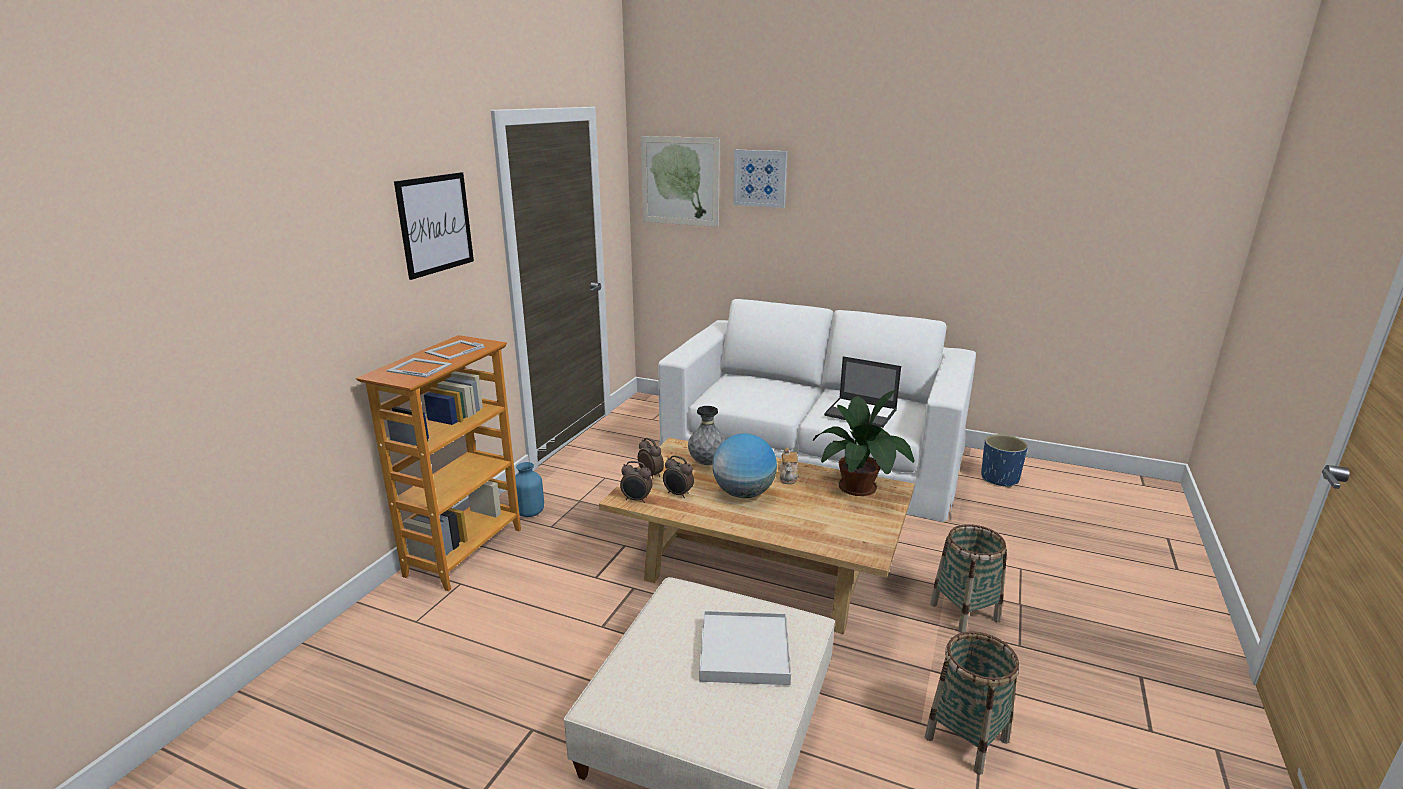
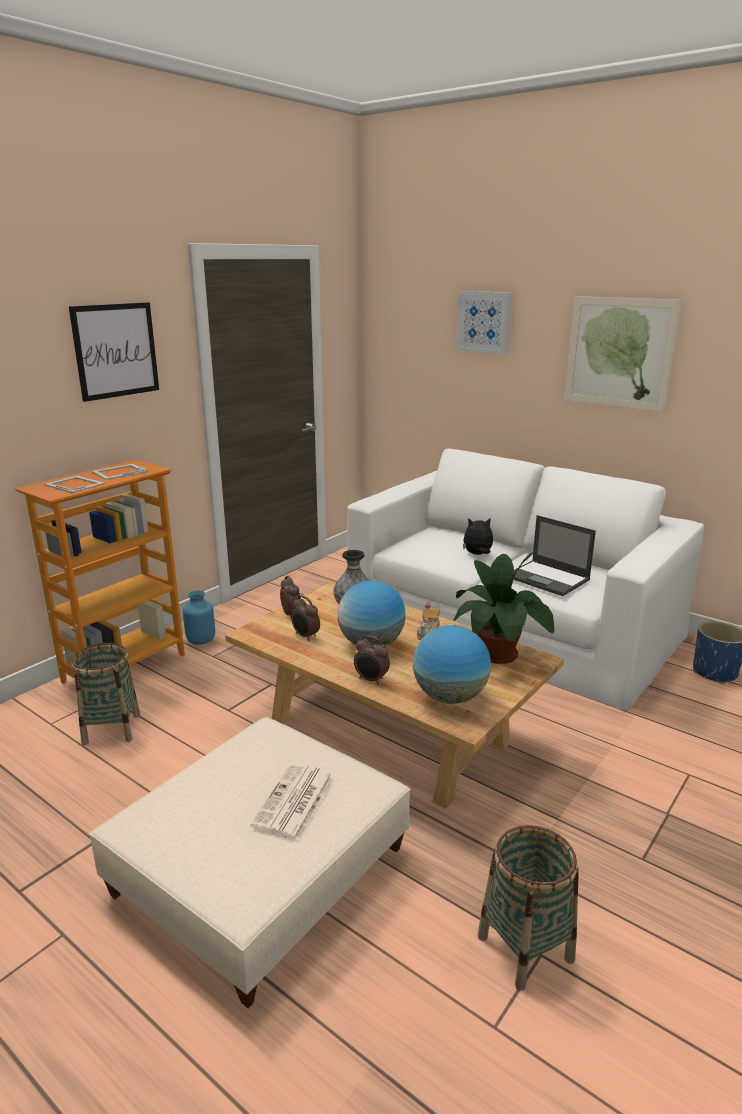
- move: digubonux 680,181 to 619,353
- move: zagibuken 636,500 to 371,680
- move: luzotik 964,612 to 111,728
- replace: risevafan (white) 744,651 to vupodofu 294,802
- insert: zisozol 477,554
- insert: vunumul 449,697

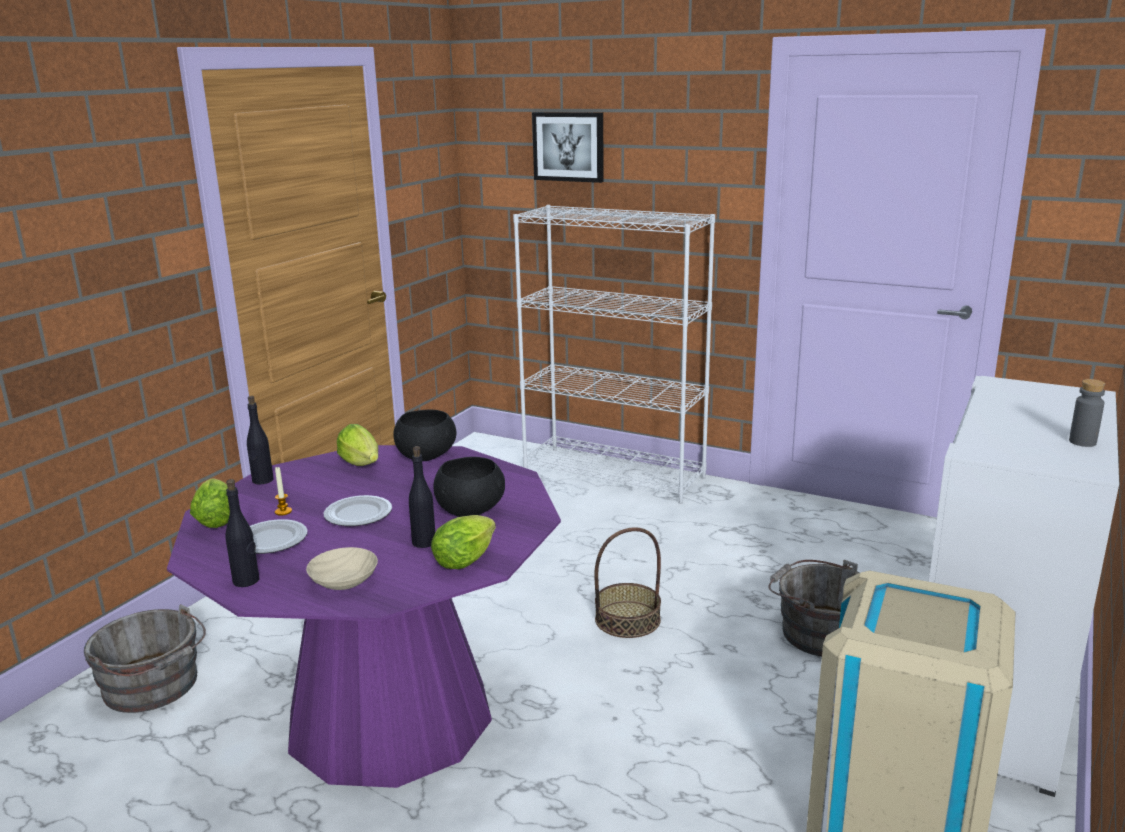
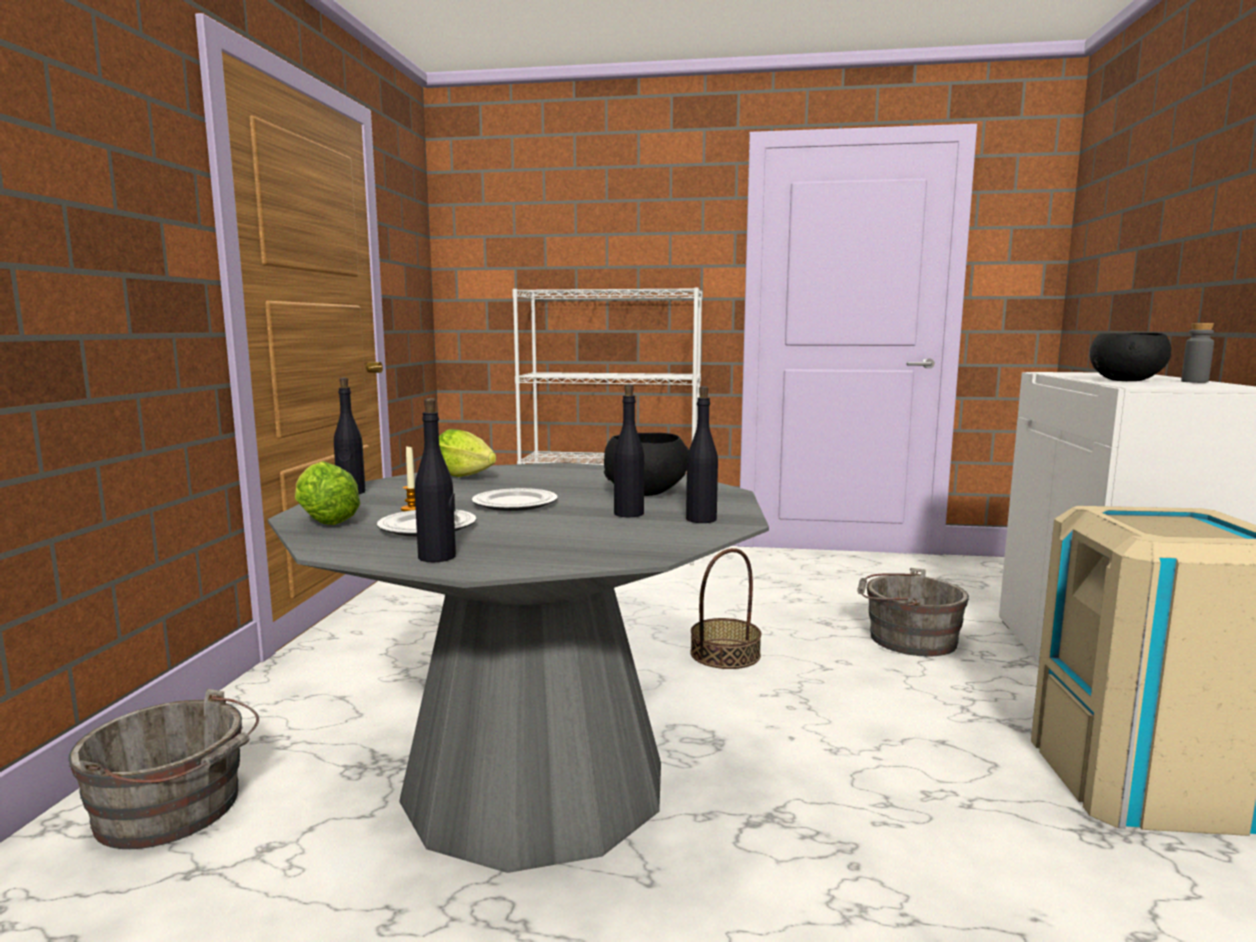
- delete: digubonux 569,146
- move: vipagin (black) 427,456 to 1126,381
- recolor: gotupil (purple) 390,716 to gotupil (grey) 536,782
- replace: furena 467,559 to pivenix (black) 701,519
- delete: vipagin (beige) 345,579

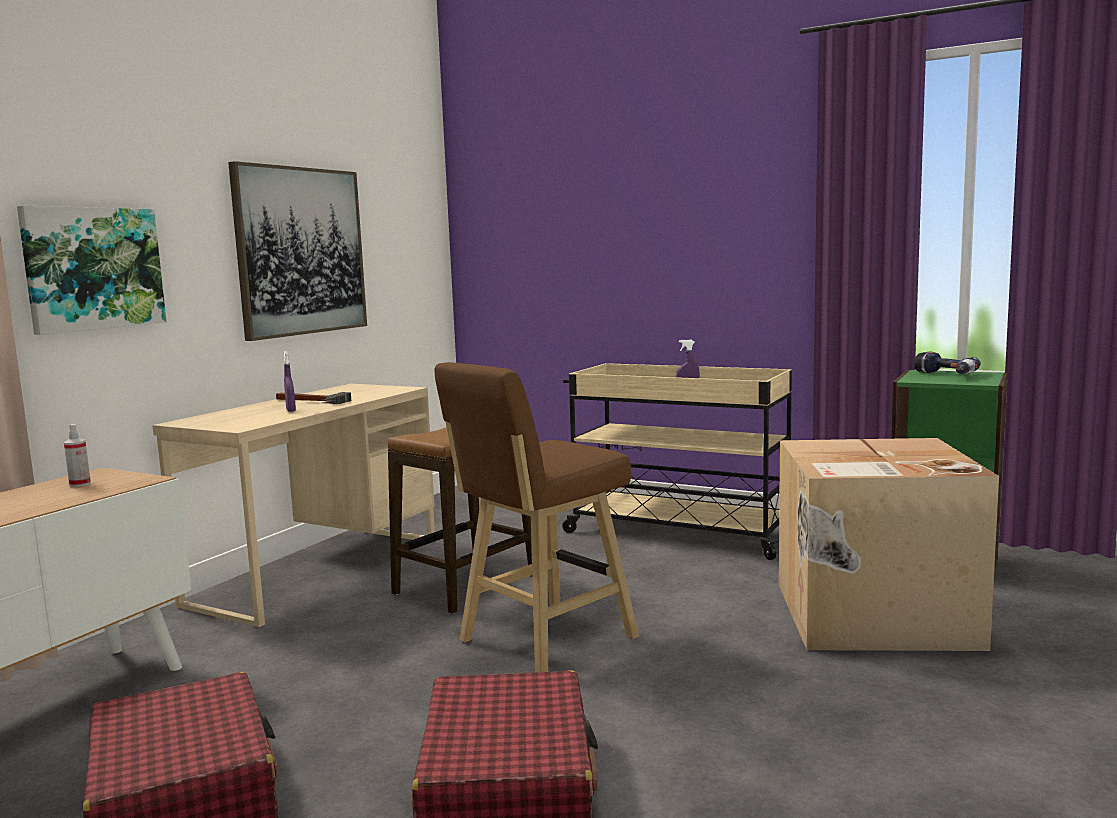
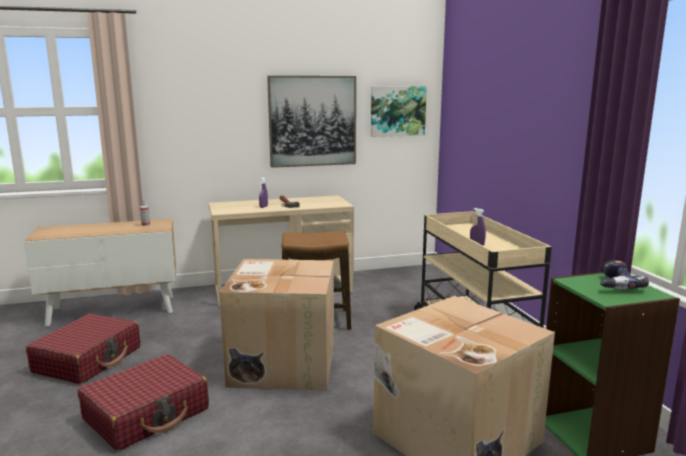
- move: digubonux 93,268 to 397,111
- replace: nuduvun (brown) 541,642 to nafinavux 282,363

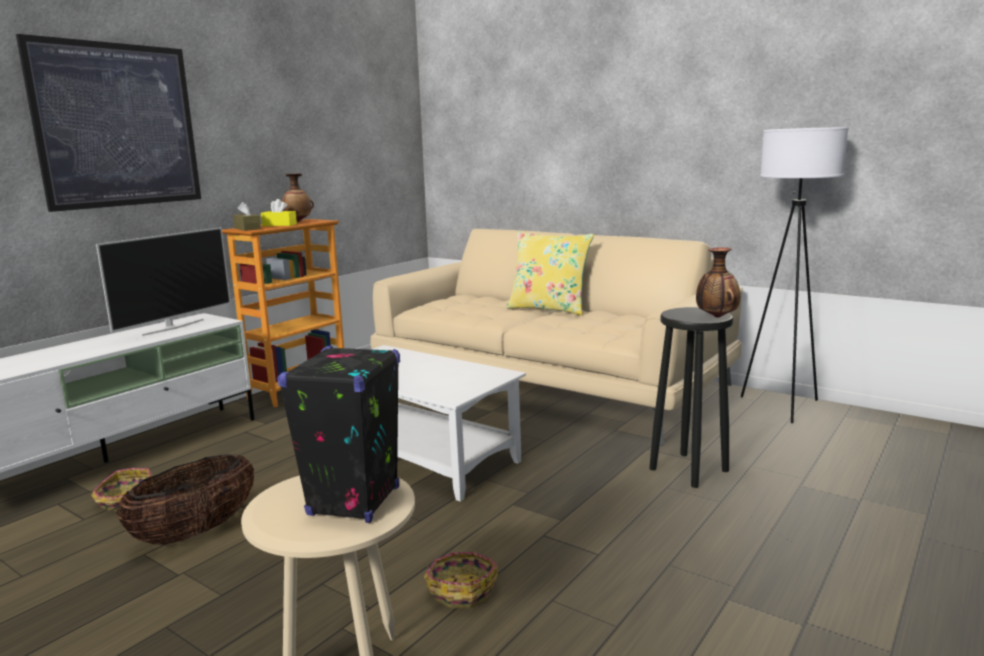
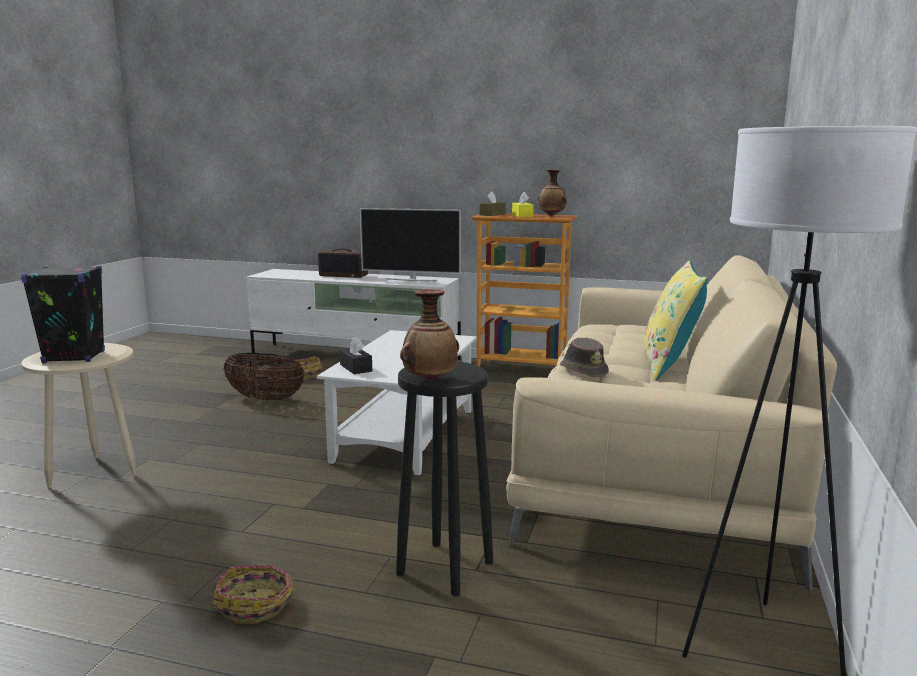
- delete: digubonux 117,125
- move: luzotik 461,589 to 256,604
- insert: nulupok 344,275
- insert: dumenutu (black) 356,368
- insert: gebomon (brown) 583,370

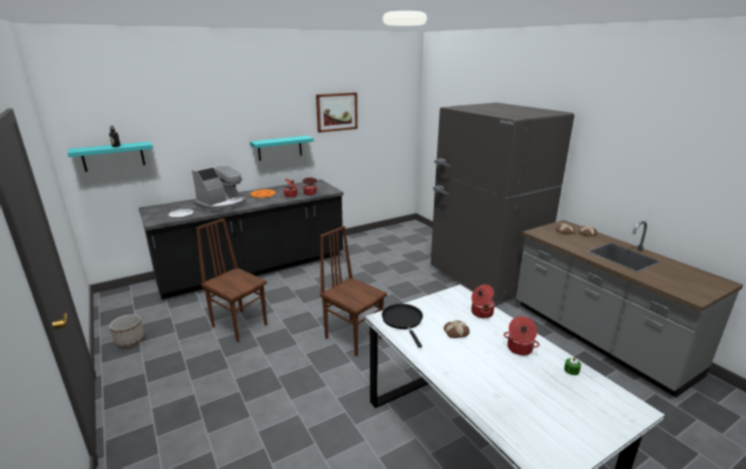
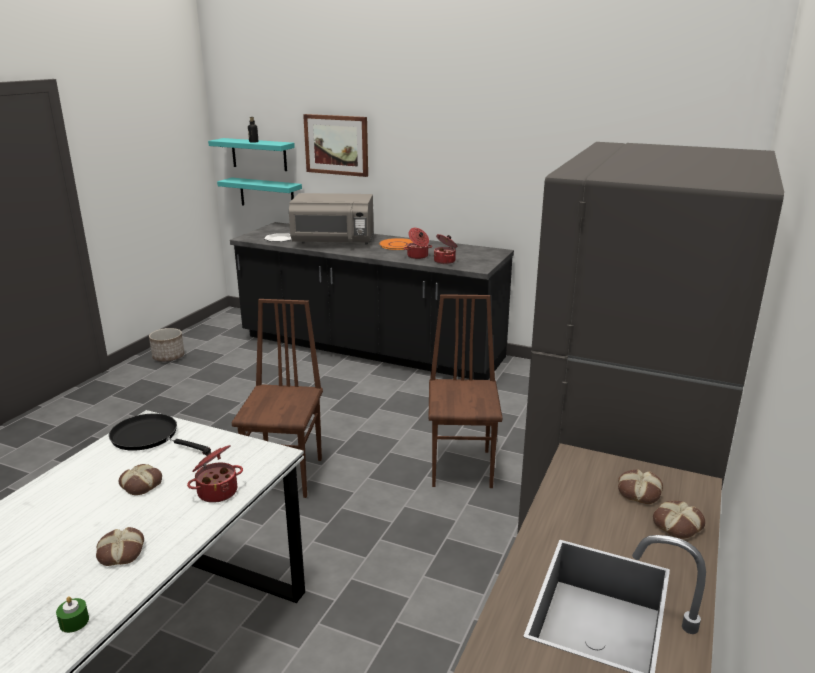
- move: digubonux 336,112 to 336,145
- move: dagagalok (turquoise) 280,148 to 267,194
- replace: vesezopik 222,204 to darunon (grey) 333,242
- move: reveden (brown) 240,325 to 462,467
- rotate: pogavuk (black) 403,321 = 149,437 105 degrees counterclockwise
- replace: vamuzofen 519,349 to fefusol 120,552

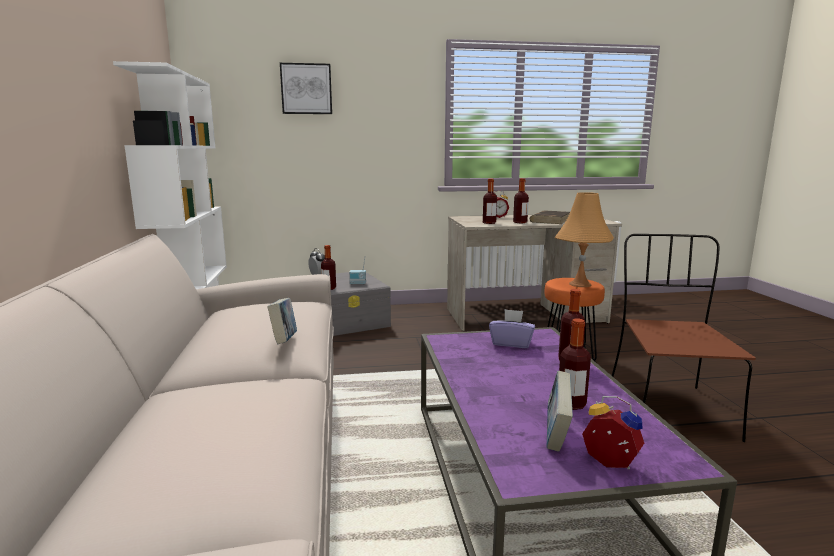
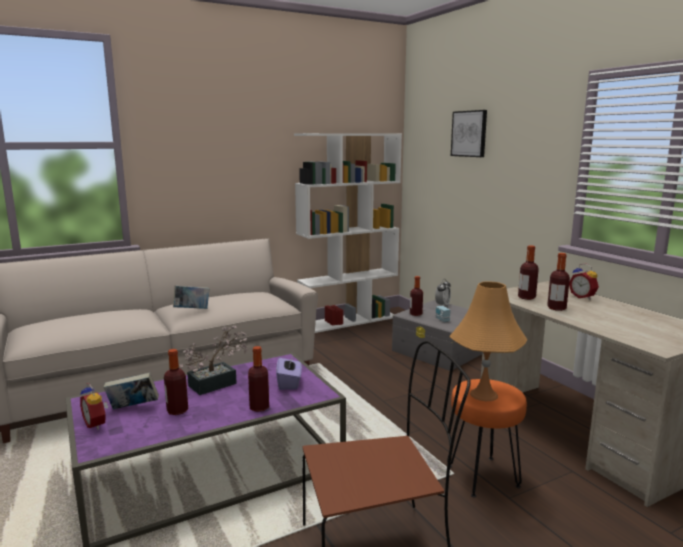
- delete: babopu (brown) 550,220
- rotate: zagibuken 608,464 = 97,424 120 degrees clockwise
- insert: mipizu 218,383

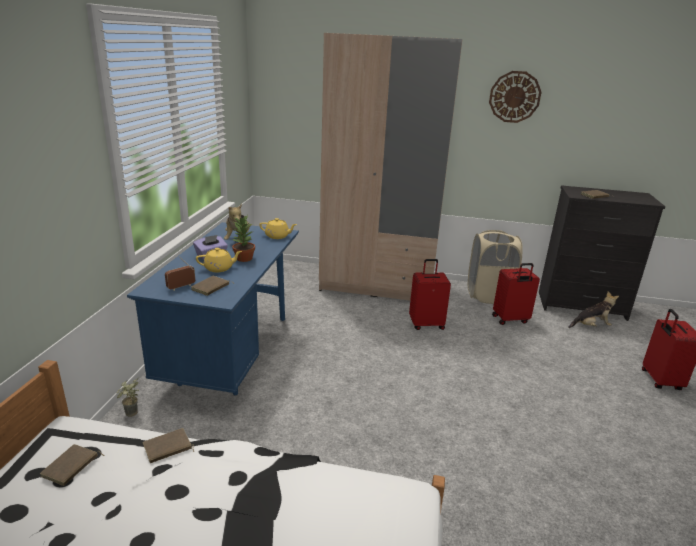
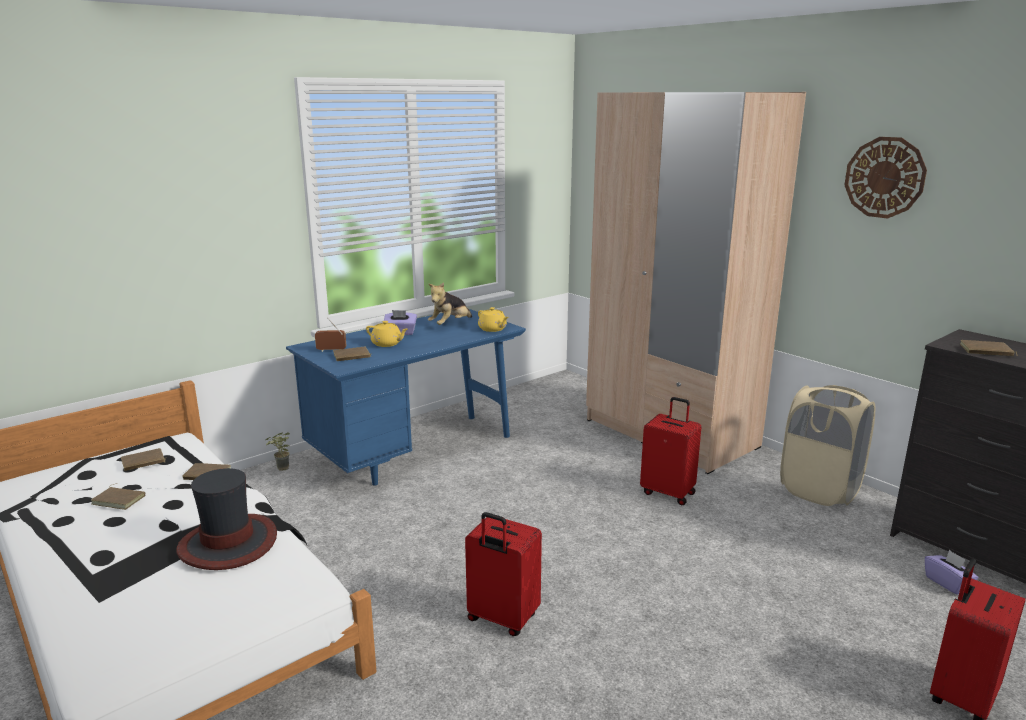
- delete: mipizu 243,258
- move: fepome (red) 510,320 to 502,619
- replace: zisozol 591,326 to dumenutu (purple) 947,583
- insert: gebomon 228,543
- insert: babopu (brown) 120,499

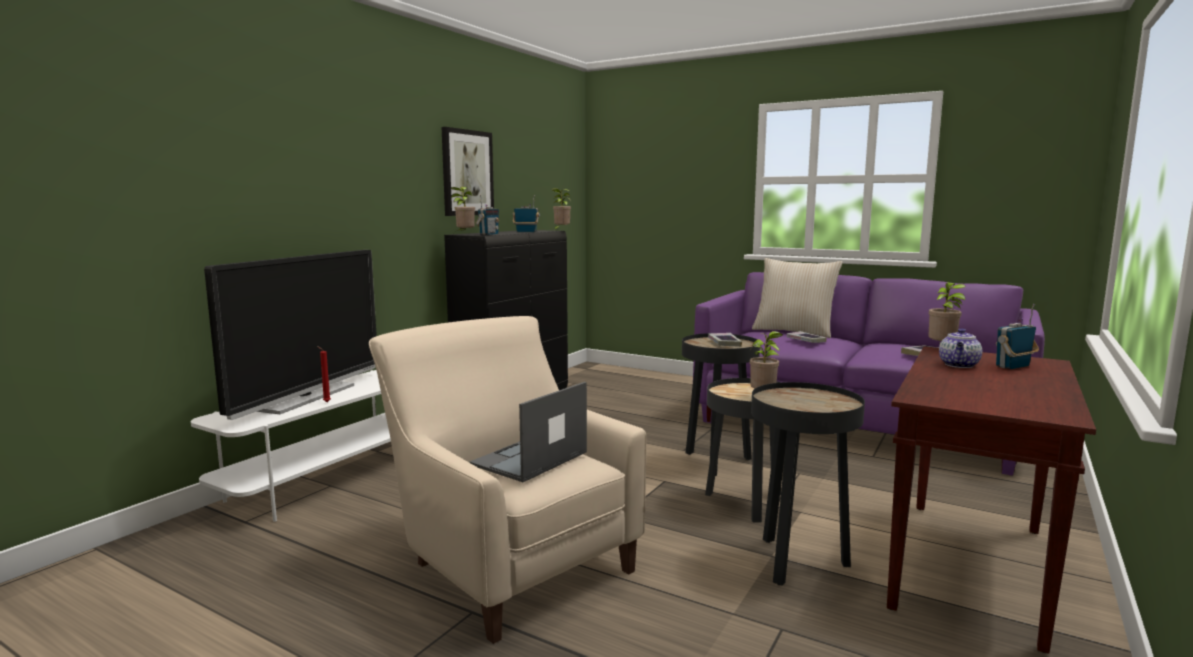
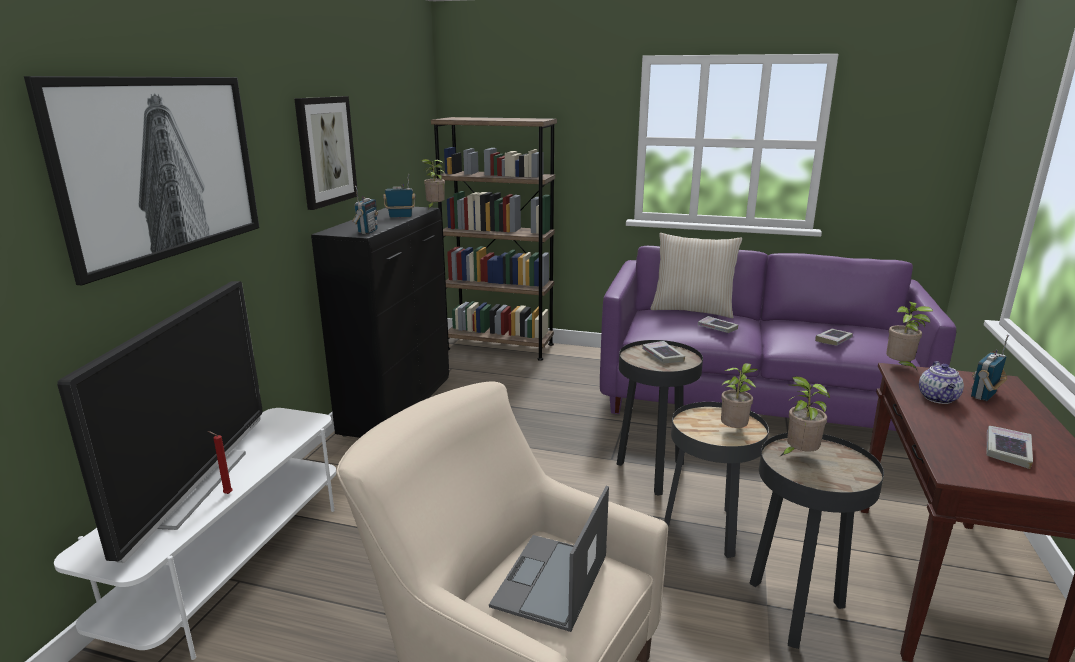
- move: mipizu 464,234 to 798,455
- insert: digubonux 161,168
- insert: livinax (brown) 499,346
- insert: babopu 1007,450

